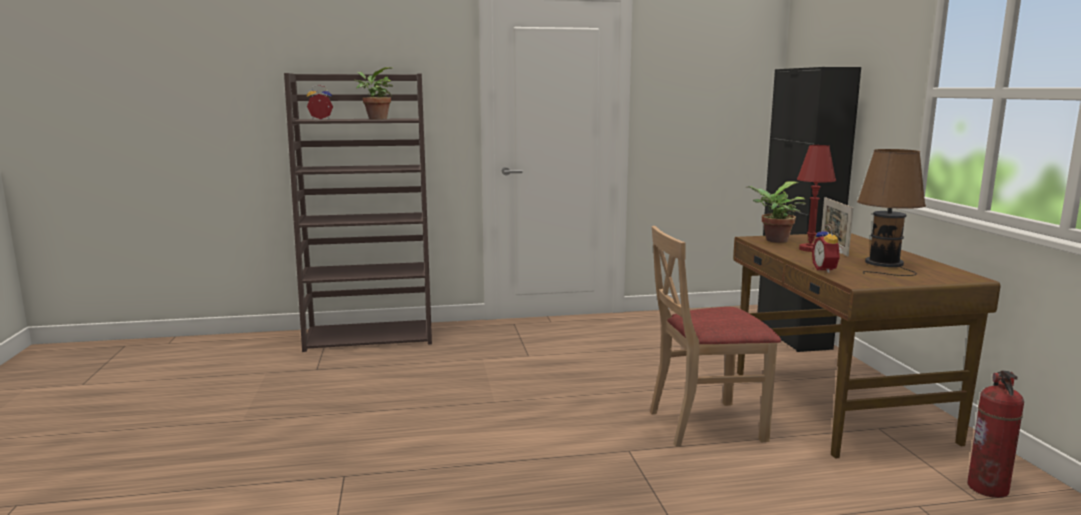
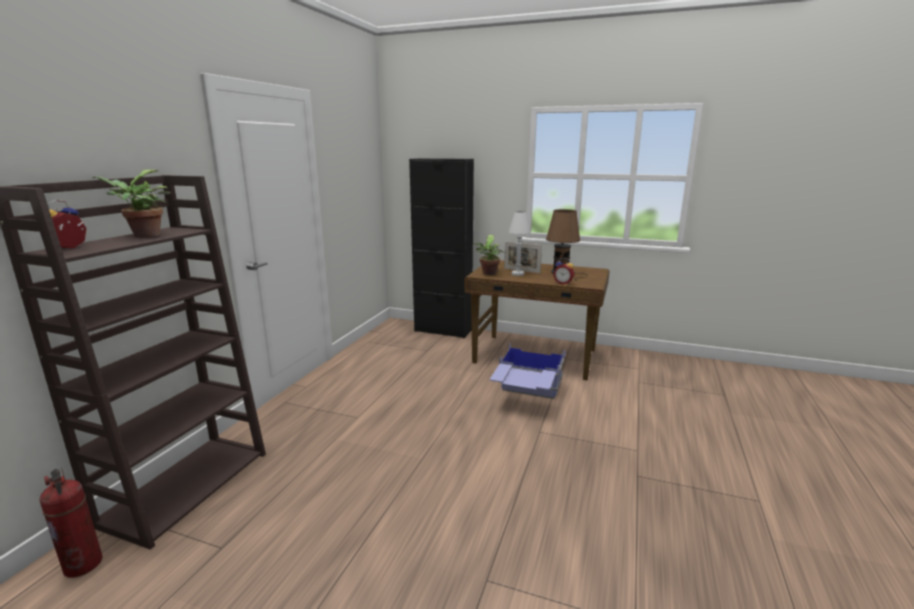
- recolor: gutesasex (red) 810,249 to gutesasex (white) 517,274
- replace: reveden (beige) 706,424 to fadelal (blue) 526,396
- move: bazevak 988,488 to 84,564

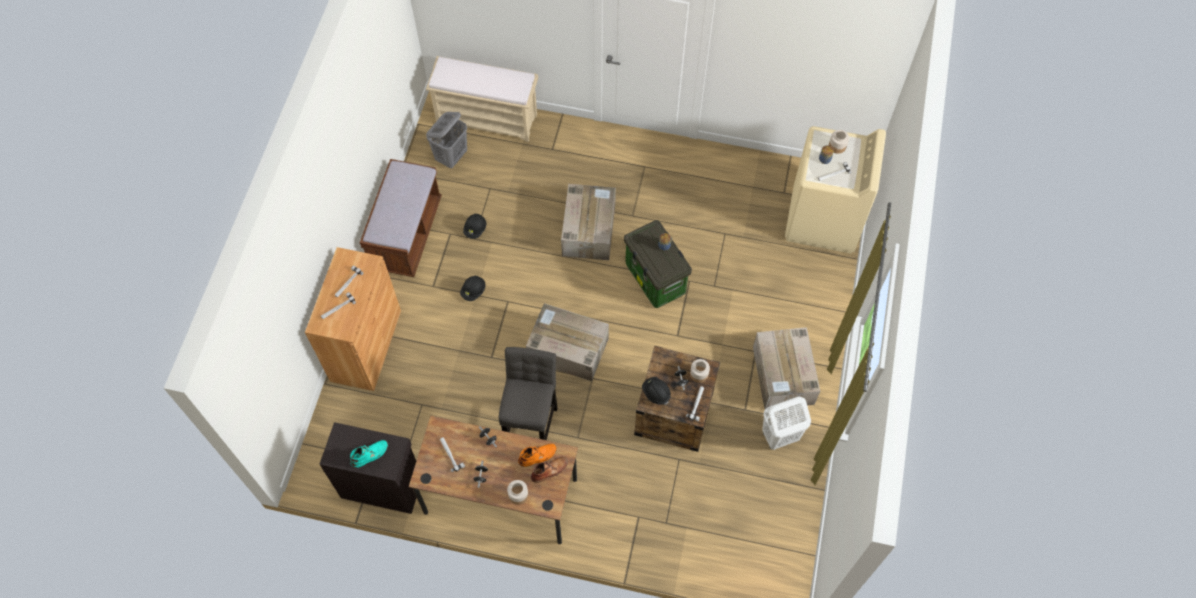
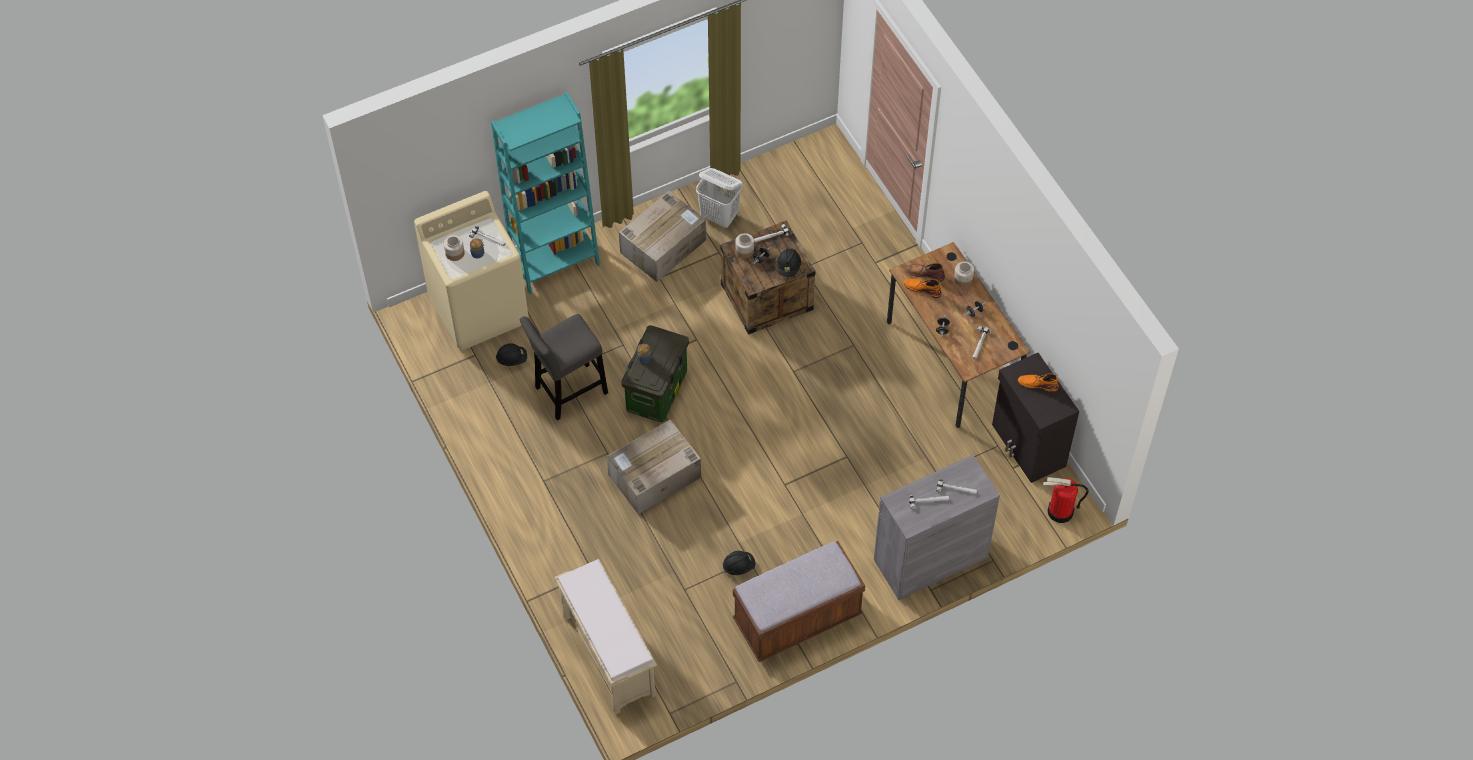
- delete: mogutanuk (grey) 451,156
- recolor: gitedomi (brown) 366,345 to gitedomi (grey) 930,559
- move: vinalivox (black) 473,291 to 512,359
- delete: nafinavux 567,349
- move: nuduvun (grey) 531,426 to 568,392
- recolor: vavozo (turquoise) 370,454 to vavozo (orange) 1037,384
- insert: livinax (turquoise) 555,263
- insert: bazevak 1060,512

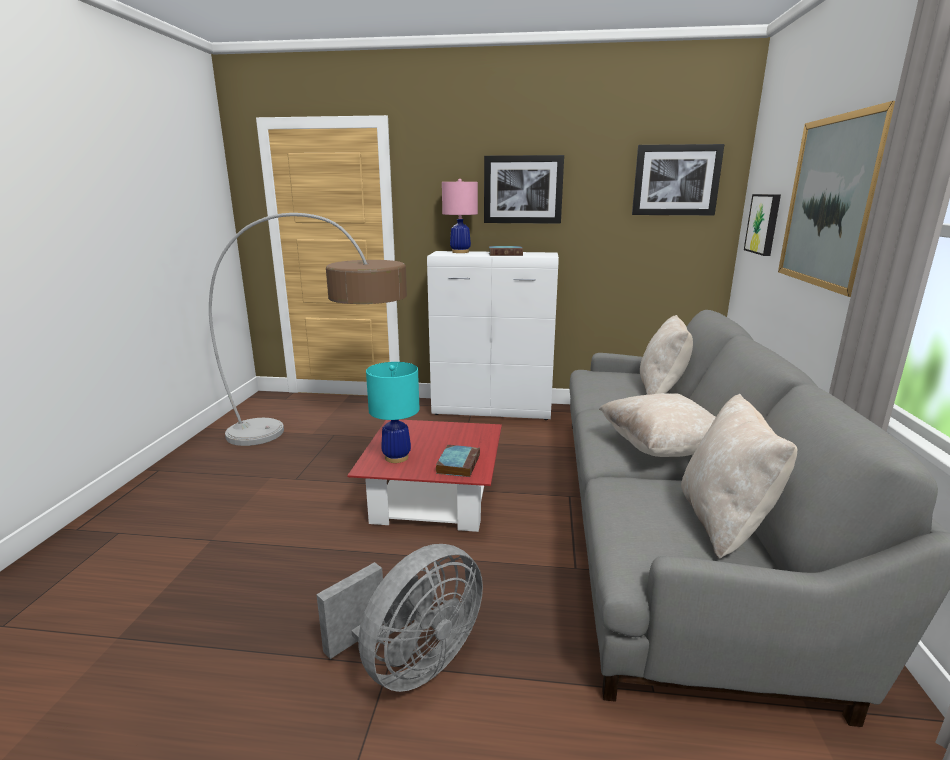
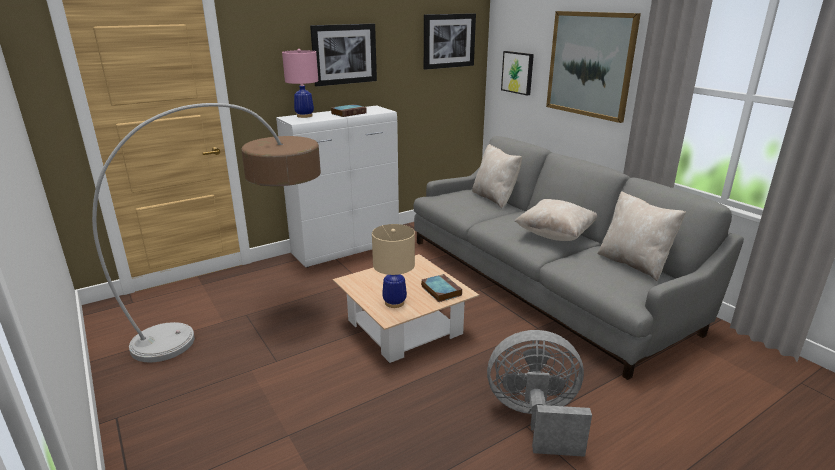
- recolor: gutesasex (turquoise) 396,457 to gutesasex (beige) 394,303
- recolor: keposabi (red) 433,499 to keposabi (beige) 404,327
- rotate: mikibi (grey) 411,663 = 535,418 90 degrees counterclockwise

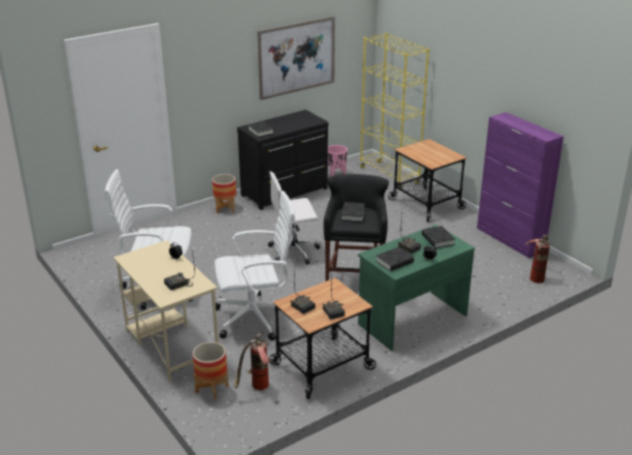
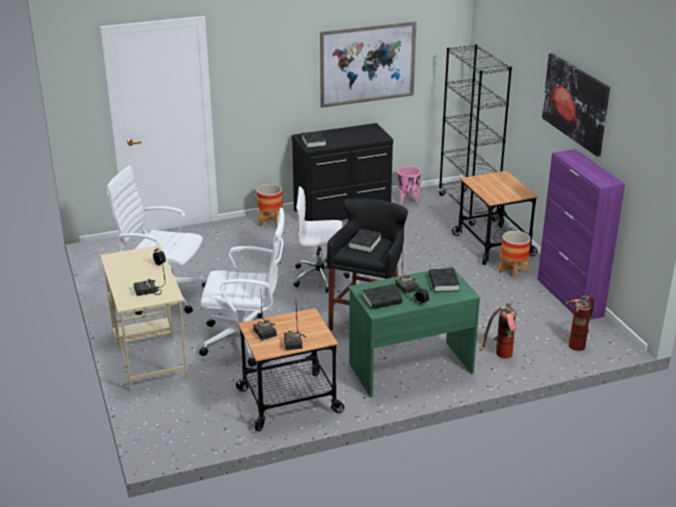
- recolor: livinax (yellow) 389,175 to livinax (black) 468,208
- move: bazevak 256,388 to 500,356
- move: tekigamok 212,389 to 513,272
- insert: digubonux 575,103

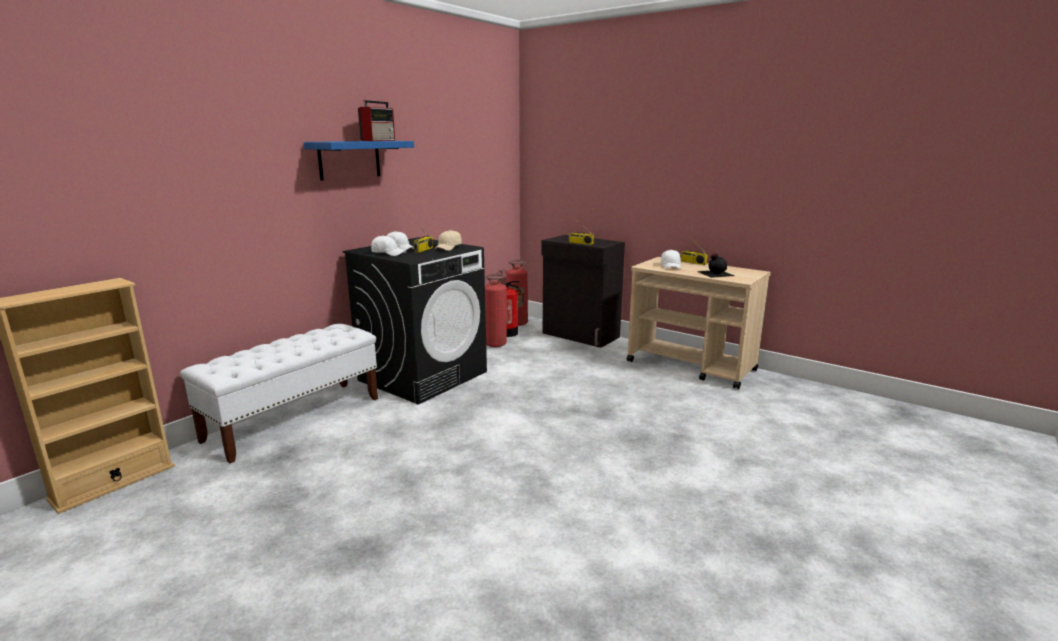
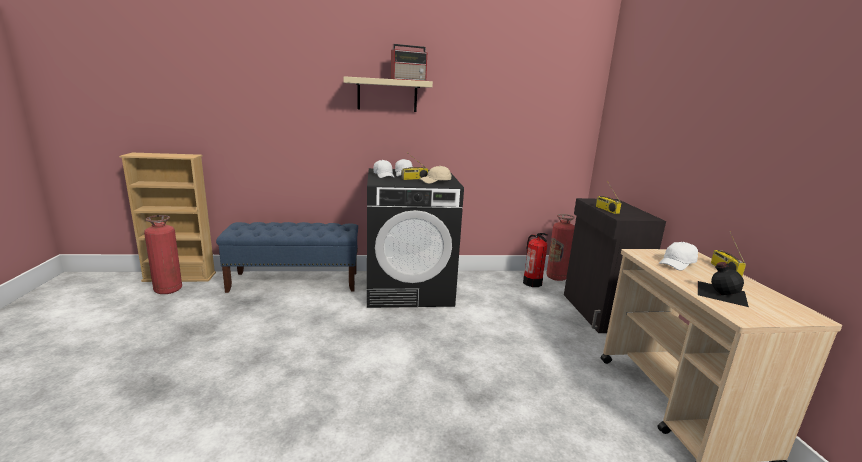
- recolor: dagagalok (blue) 349,159 to dagagalok (beige) 387,95
- move: bazevak 495,344 to 168,290
- recolor: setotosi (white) 295,418 to setotosi (blue) 295,282

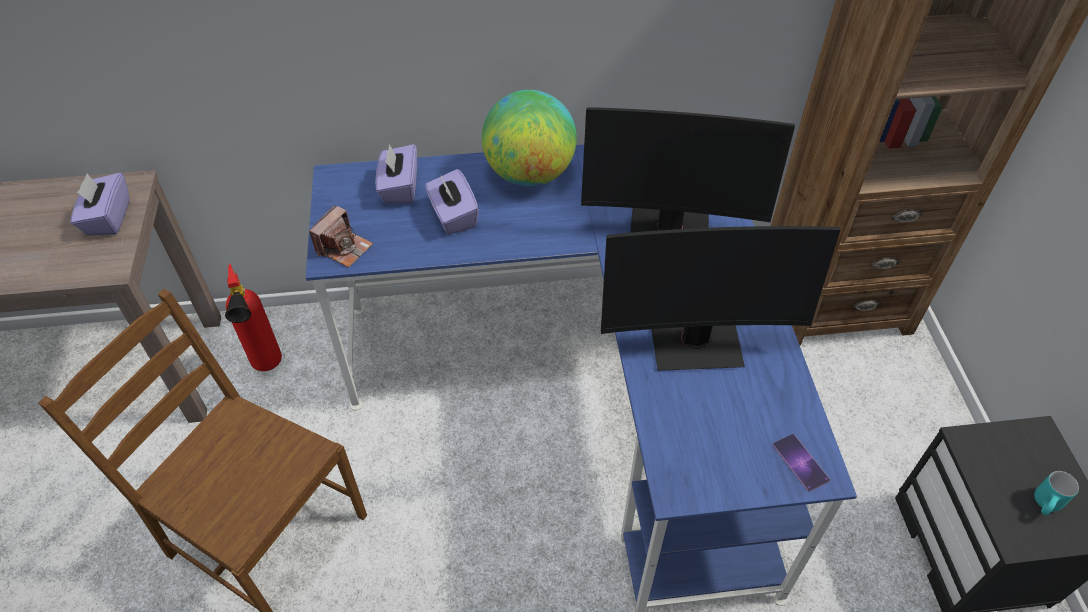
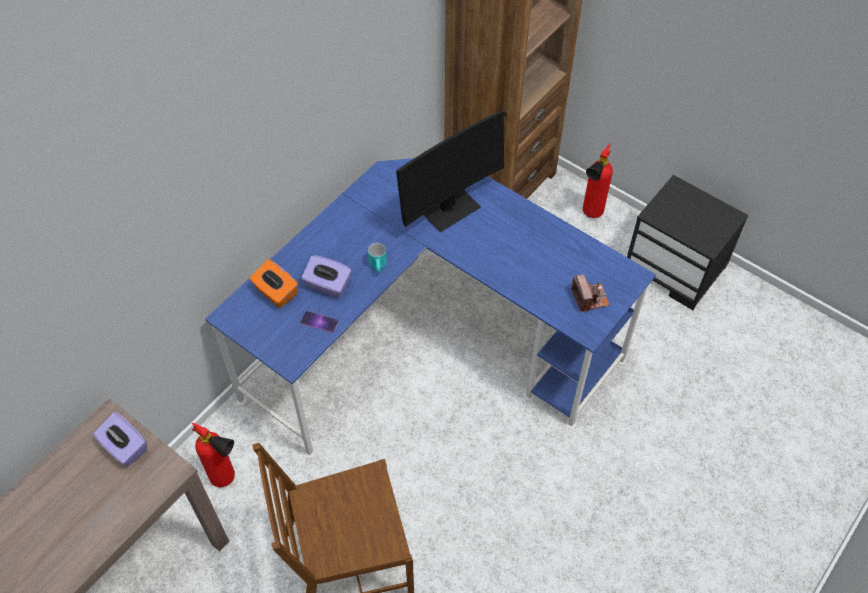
- delete: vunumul 530,174
- recolor: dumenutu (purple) 399,188 to dumenutu (orange) 276,292
- move: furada 344,248 to 589,298
- delete: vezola 695,342
- move: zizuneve 800,462 to 319,322
- move: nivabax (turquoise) 1047,506 to 379,266
- insert: bazevak 590,215

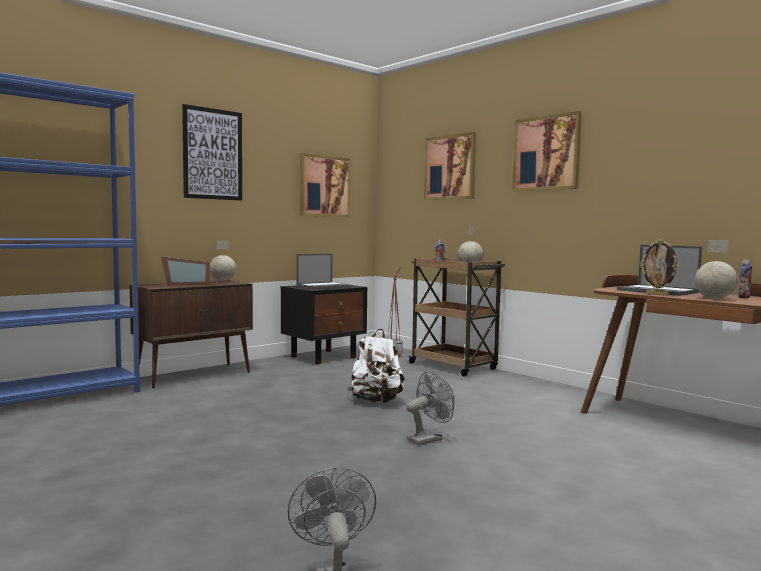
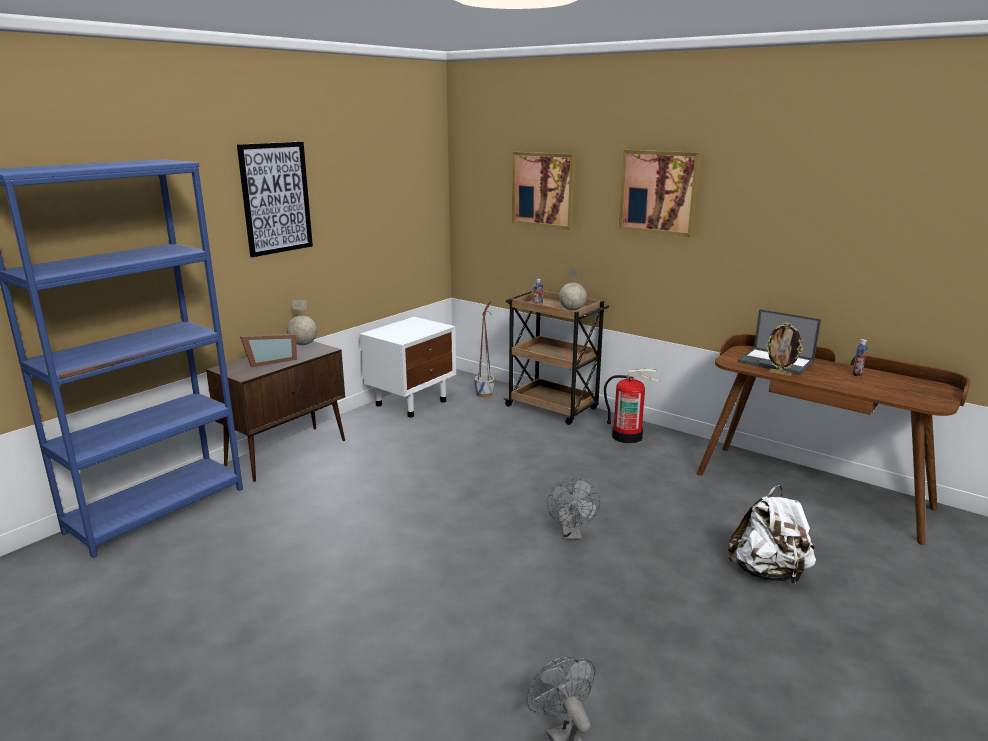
- delete: digubonux 324,186
- delete: vunumul 715,298
- delete: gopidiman 324,286
- recolor: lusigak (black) 324,357 to lusigak (white) 412,402
- move: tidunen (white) 376,401 to 768,573
- rotate: mikibi (grey) 428,439 = 572,534 135 degrees clockwise
- insert: bazevak 627,436

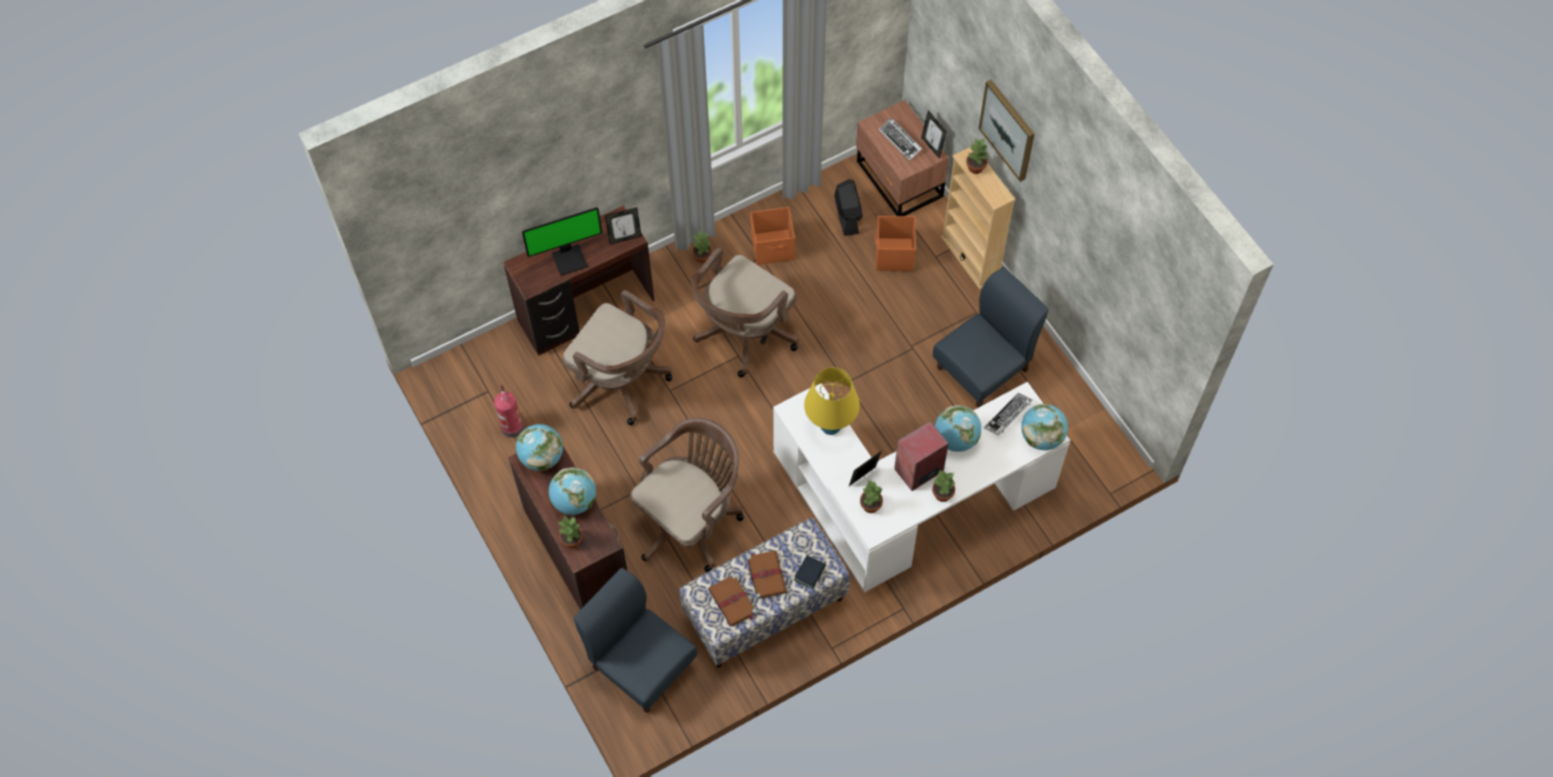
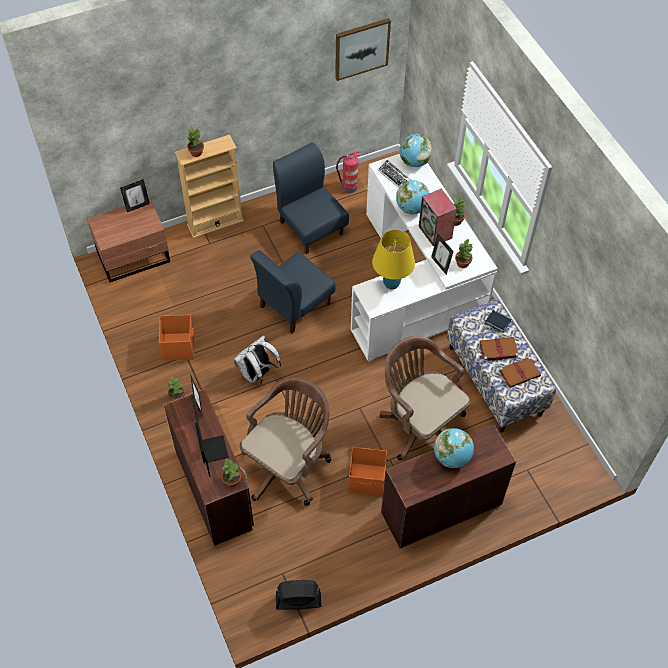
- move: digubonux 1008,129 to 361,48
- delete: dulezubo 900,141
- move: mikibi (black) 847,215 to 298,601
- move: fadelal (orange) 894,255 to 367,480
- replace: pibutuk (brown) 743,335 to tidunen (white) 258,374
- move: bazevak 511,426 to 349,187
- delete: vunumul 542,457
- move: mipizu 572,540 to 231,480
- move: reveden (blue) 640,665 to 294,305

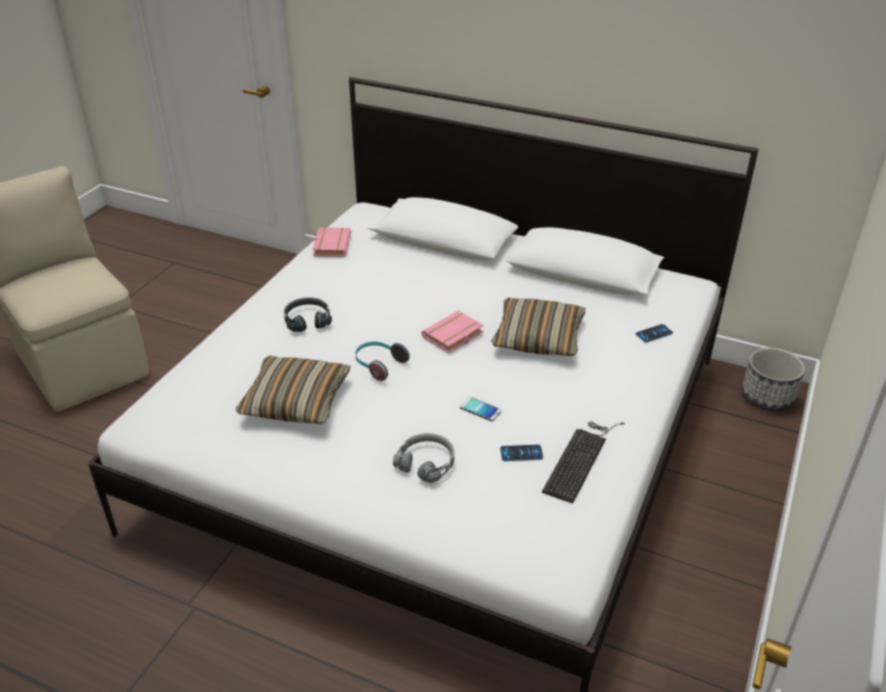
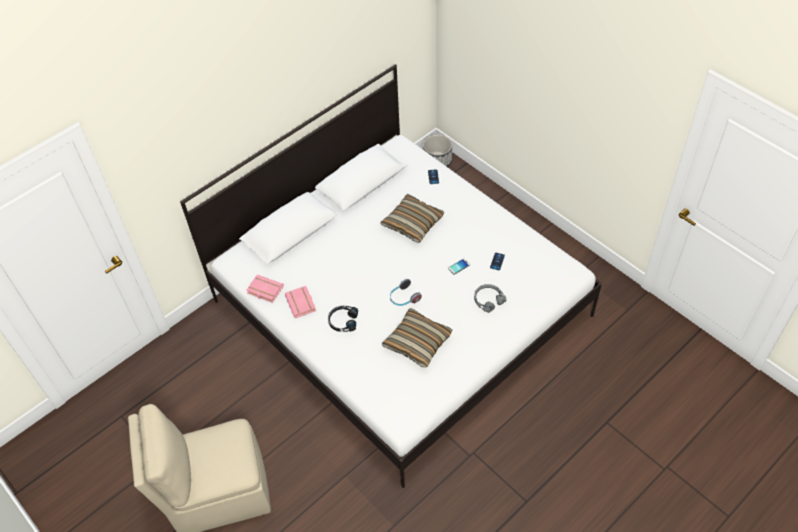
- move: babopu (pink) 453,336 to 302,303
- delete: dulezubo 581,458

